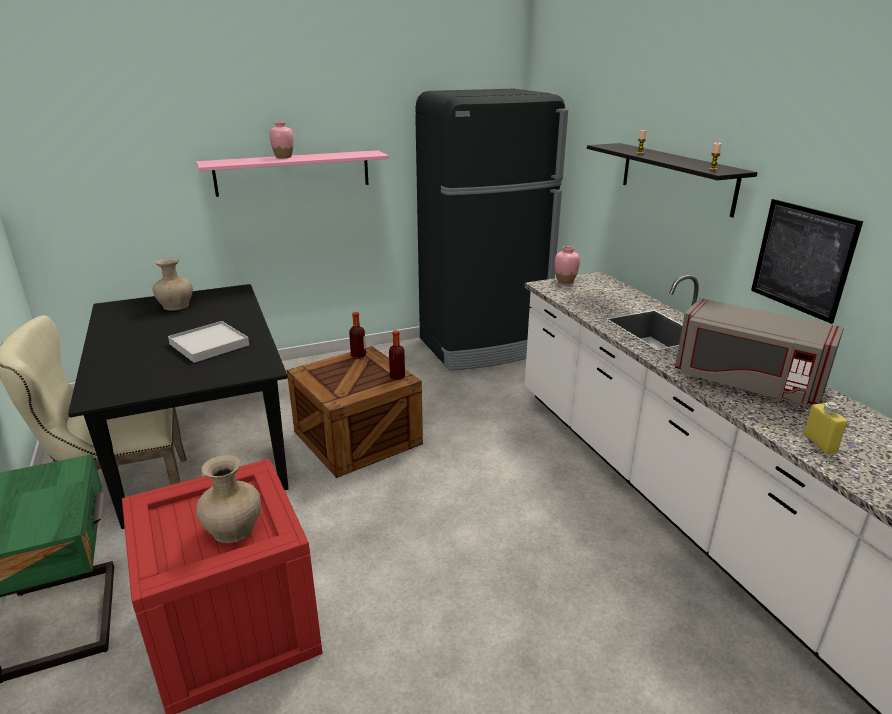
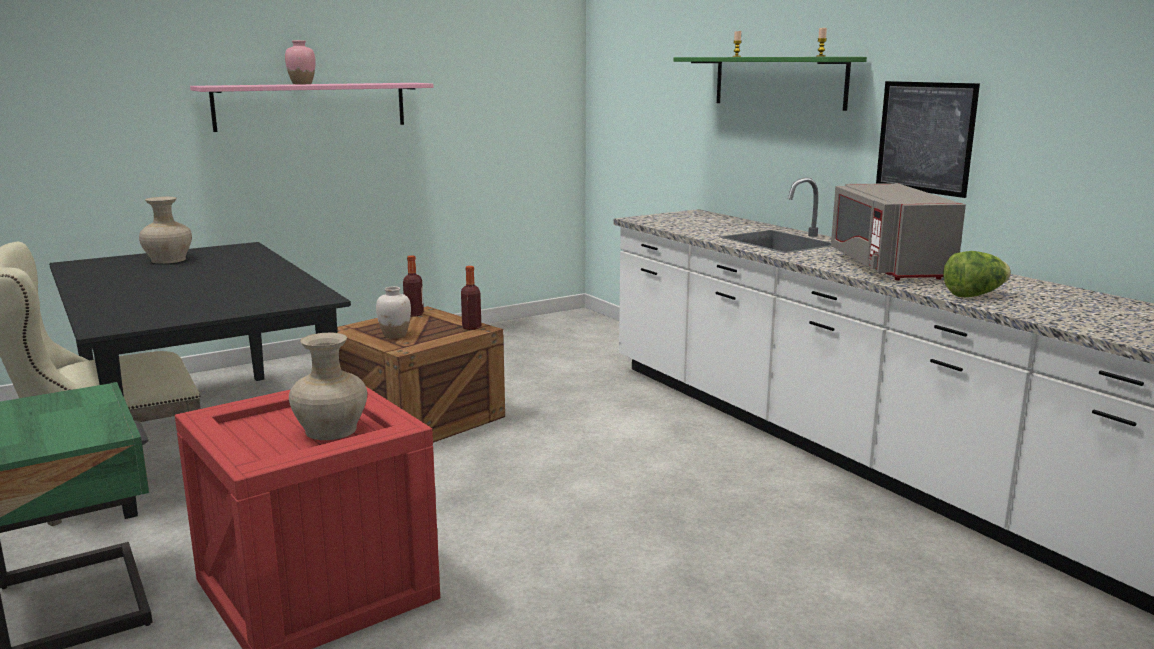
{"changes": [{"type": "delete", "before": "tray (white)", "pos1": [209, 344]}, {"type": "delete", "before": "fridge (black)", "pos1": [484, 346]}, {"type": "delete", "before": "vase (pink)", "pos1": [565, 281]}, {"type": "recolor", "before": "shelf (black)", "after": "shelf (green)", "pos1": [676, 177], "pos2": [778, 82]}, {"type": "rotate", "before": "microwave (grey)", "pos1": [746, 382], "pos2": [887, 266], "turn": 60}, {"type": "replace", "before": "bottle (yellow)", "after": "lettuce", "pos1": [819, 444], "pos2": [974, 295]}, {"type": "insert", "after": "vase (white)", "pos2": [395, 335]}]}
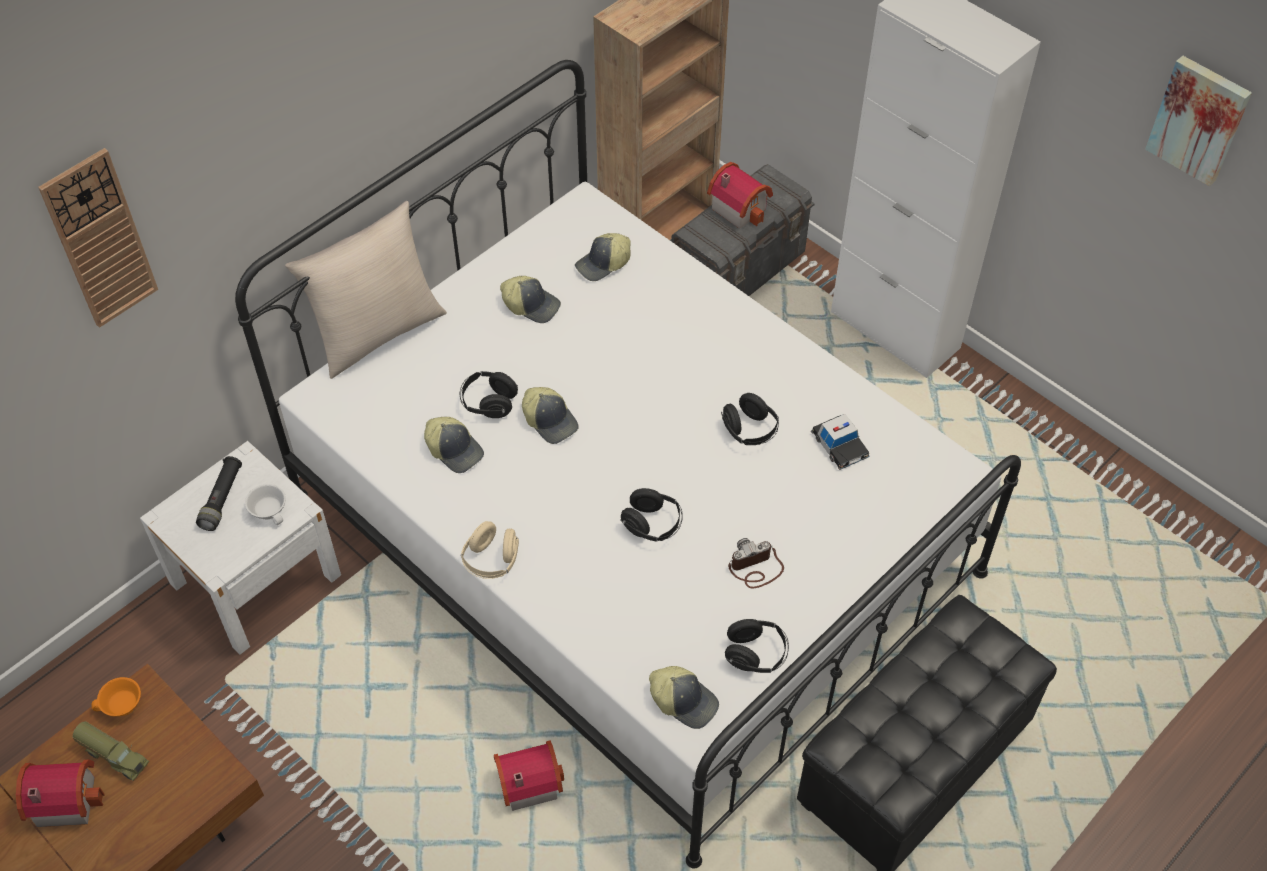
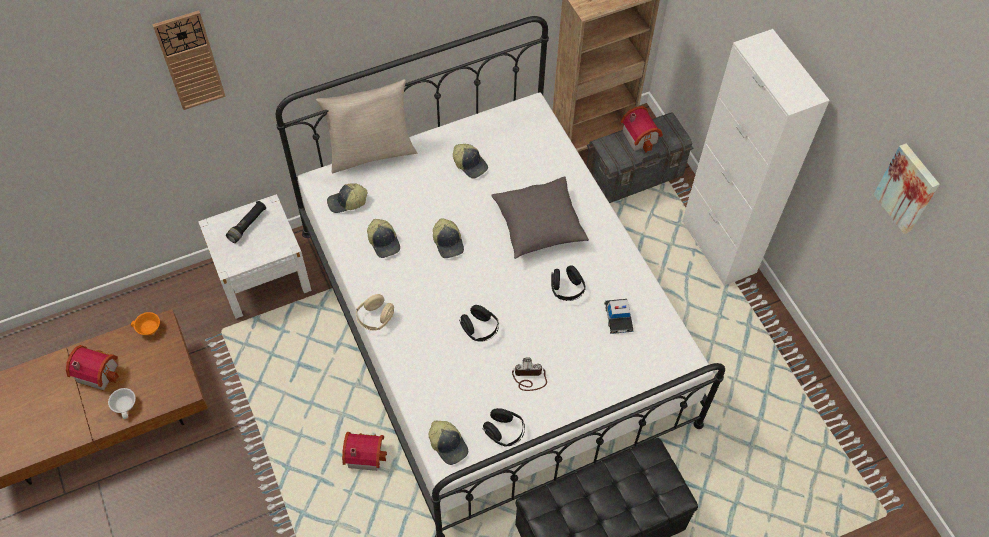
{"changes": [{"type": "delete", "before": "toy truck", "pos1": [114, 755]}, {"type": "move", "before": "cup (white)", "pos1": [270, 510], "pos2": [126, 405]}, {"type": "delete", "before": "headphones (black)", "pos1": [489, 403]}, {"type": "move", "before": "cap", "pos1": [603, 264], "pos2": [347, 202]}, {"type": "insert", "after": "pillow (grey)", "pos2": [538, 226]}]}
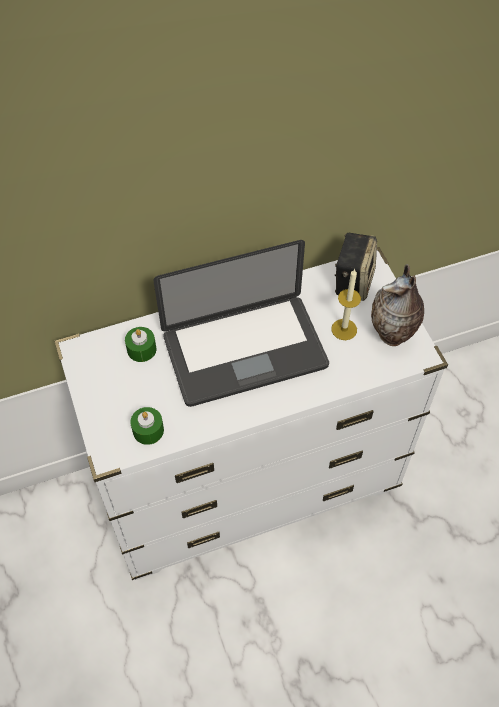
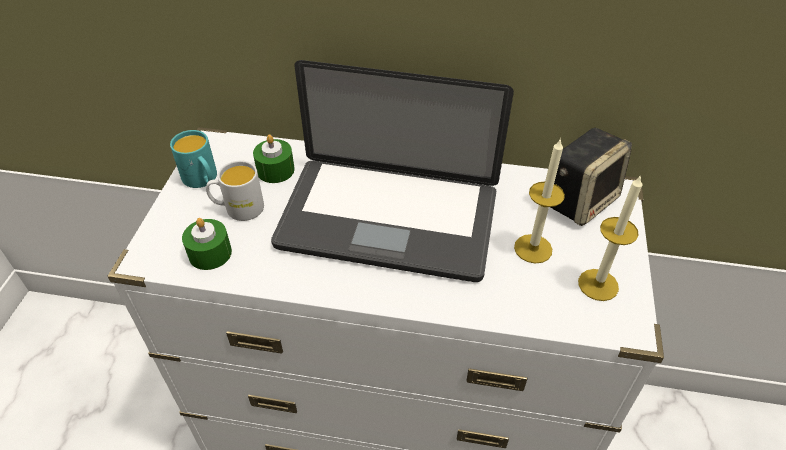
{"changes": [{"type": "replace", "before": "vase", "after": "candle", "pos1": [393, 336], "pos2": [598, 285]}, {"type": "insert", "after": "mug (turquoise)", "pos2": [203, 180]}, {"type": "insert", "after": "mug (white)", "pos2": [238, 208]}]}
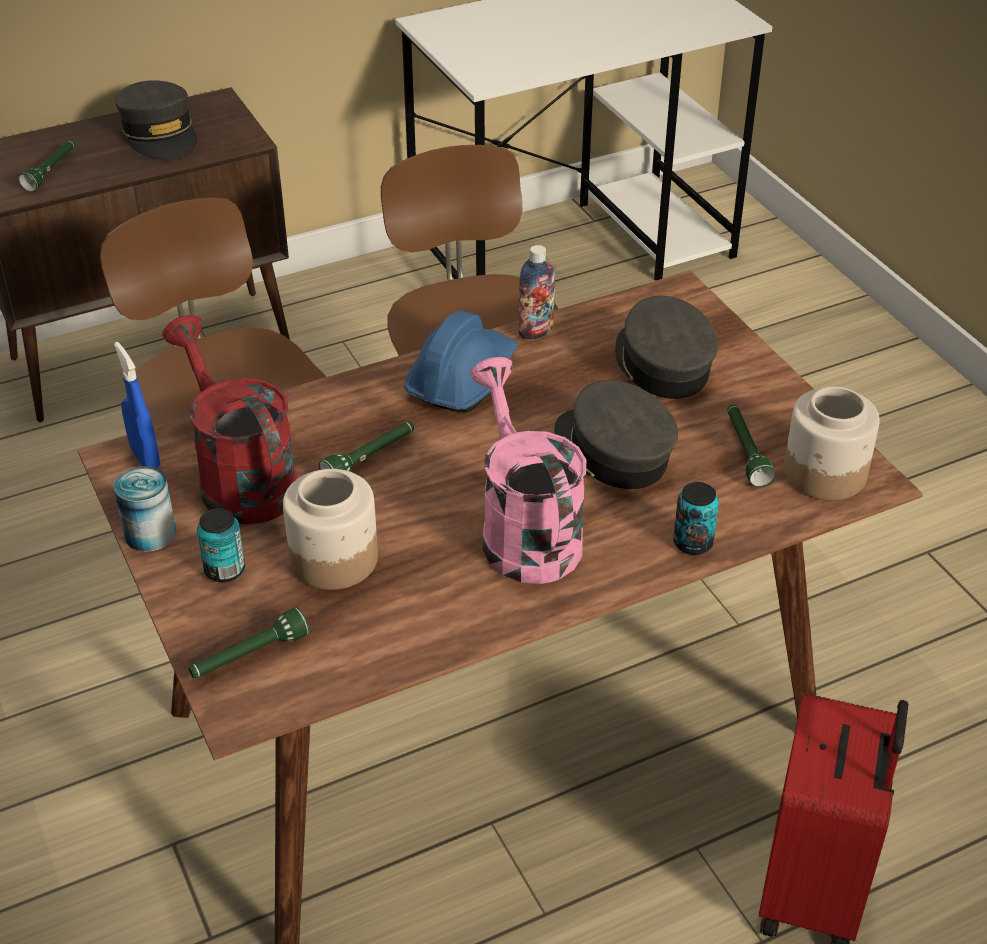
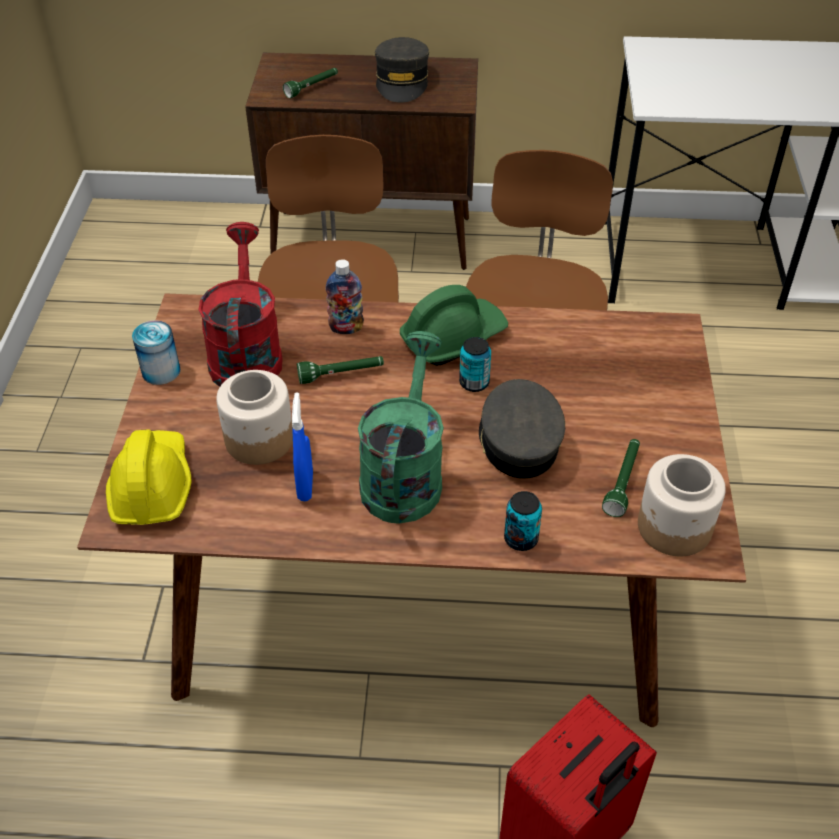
{"changes": [{"type": "move", "before": "spray bottle (blue)", "pos1": [145, 458], "pos2": [305, 486]}, {"type": "replace", "before": "flashlight (green)", "after": "hard hat (yellow)", "pos1": [249, 656], "pos2": [152, 486]}, {"type": "move", "before": "can", "pos1": [225, 570], "pos2": [474, 383]}, {"type": "recolor", "before": "hard hat (blue)", "after": "hard hat (green)", "pos1": [462, 378], "pos2": [453, 338]}, {"type": "recolor", "before": "watering can (pink)", "after": "watering can (green)", "pos1": [524, 531], "pos2": [404, 474]}, {"type": "move", "before": "bottle", "pos1": [536, 331], "pos2": [346, 328]}, {"type": "delete", "before": "cap (grey)", "pos1": [661, 365]}]}
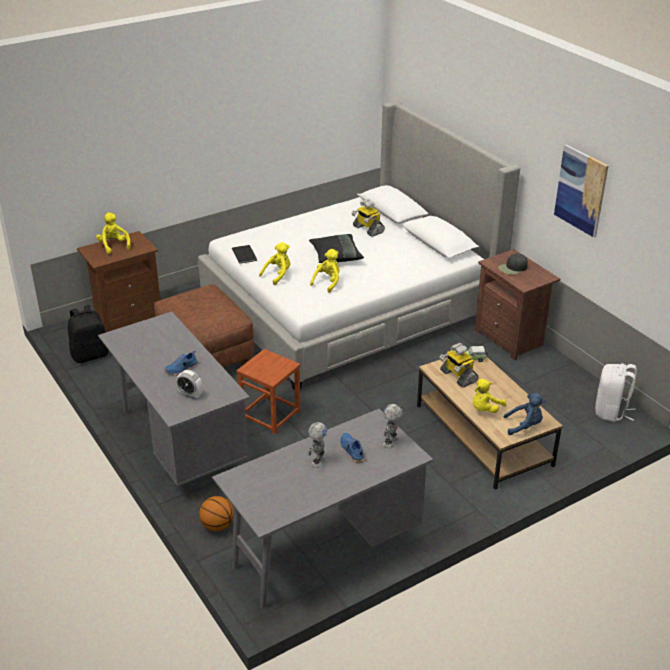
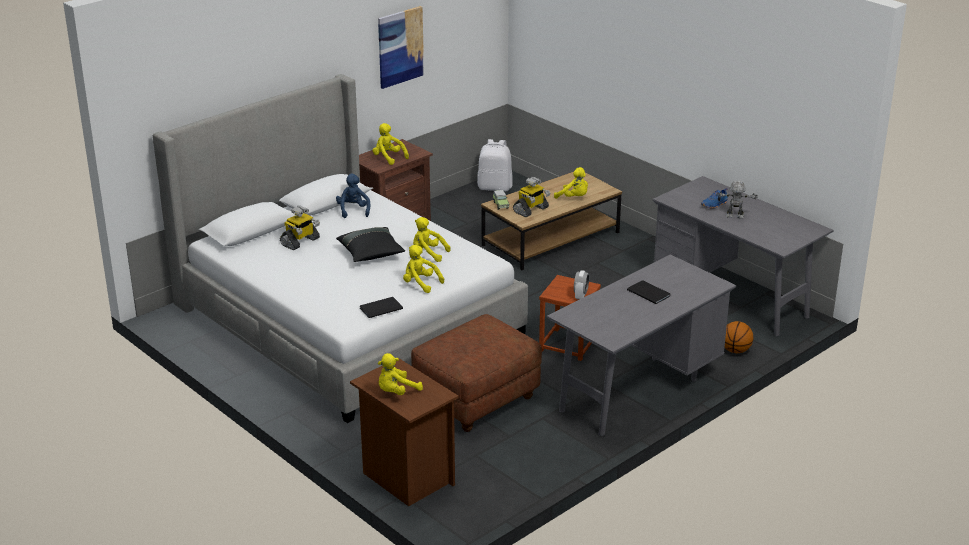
{"changes": [{"type": "delete", "before": "backpack (black)", "pos1": [90, 355]}, {"type": "replace", "before": "shoe (blue)", "after": "book (black)", "pos1": [181, 369], "pos2": [648, 292]}, {"type": "move", "before": "alarm clock", "pos1": [190, 395], "pos2": [580, 296]}, {"type": "delete", "before": "toy robot", "pos1": [391, 442]}, {"type": "replace", "before": "cap (black)", "after": "plush toy (yellow)", "pos1": [513, 268], "pos2": [388, 158]}, {"type": "move", "before": "plush toy (blue)", "pos1": [524, 426], "pos2": [353, 210]}]}
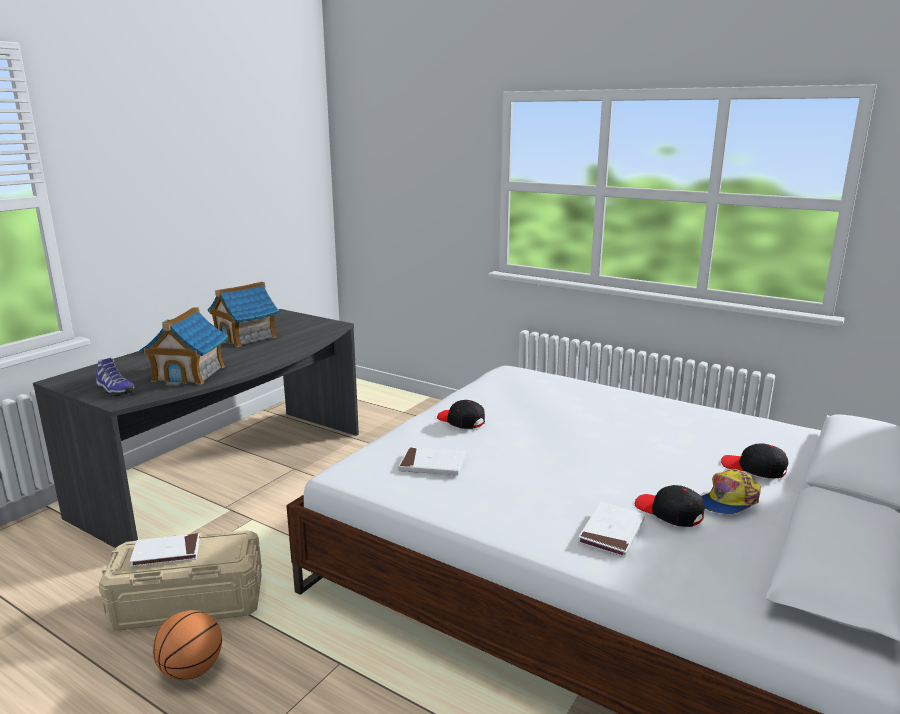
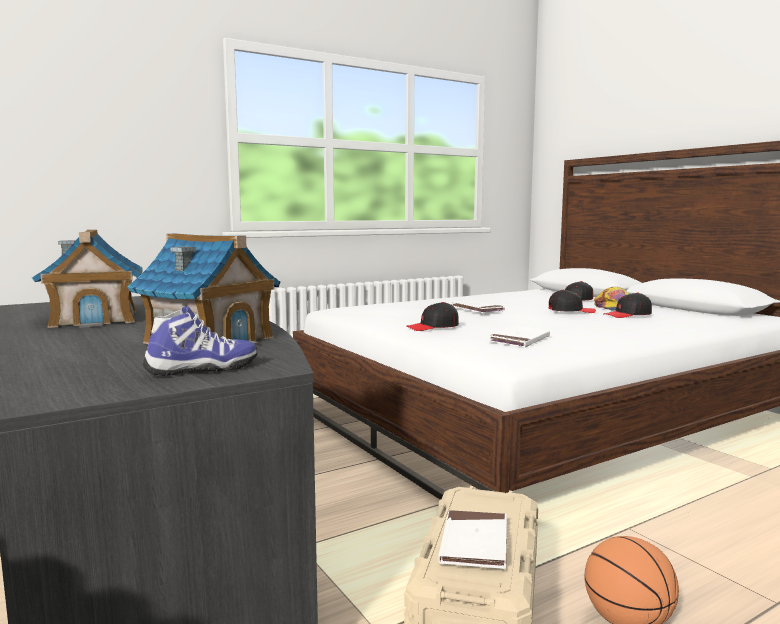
{"changes": [{"type": "move", "before": "book (white)", "pos1": [611, 532], "pos2": [477, 309]}, {"type": "insert", "after": "cap (black)", "pos2": [571, 311]}]}
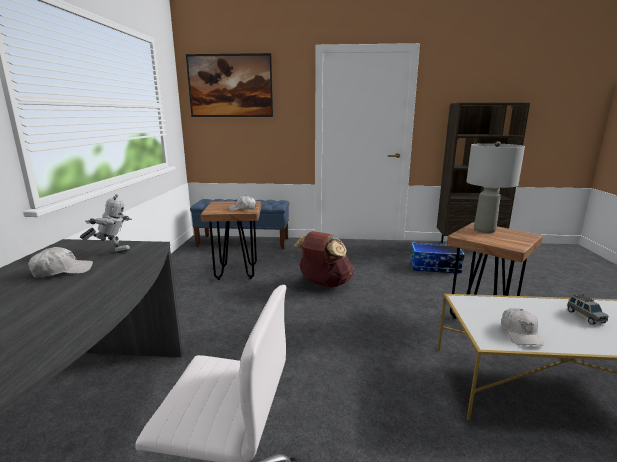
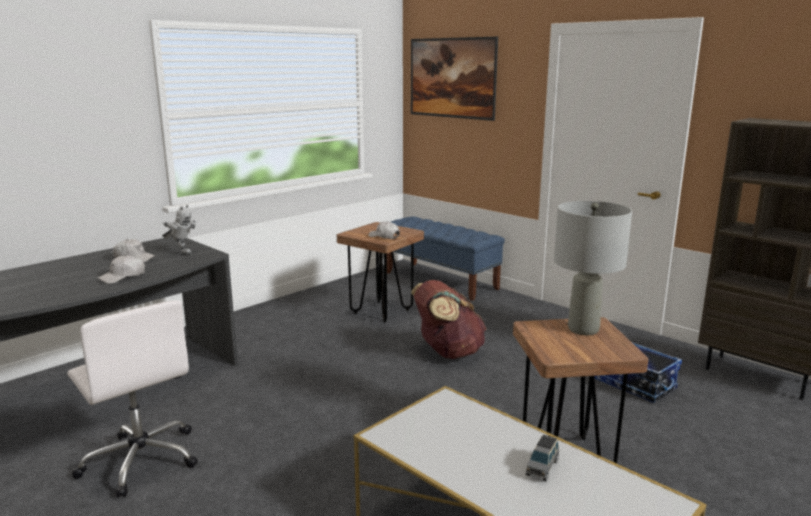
{"changes": [{"type": "move", "before": "cap (white)", "pos1": [520, 333], "pos2": [122, 276]}]}
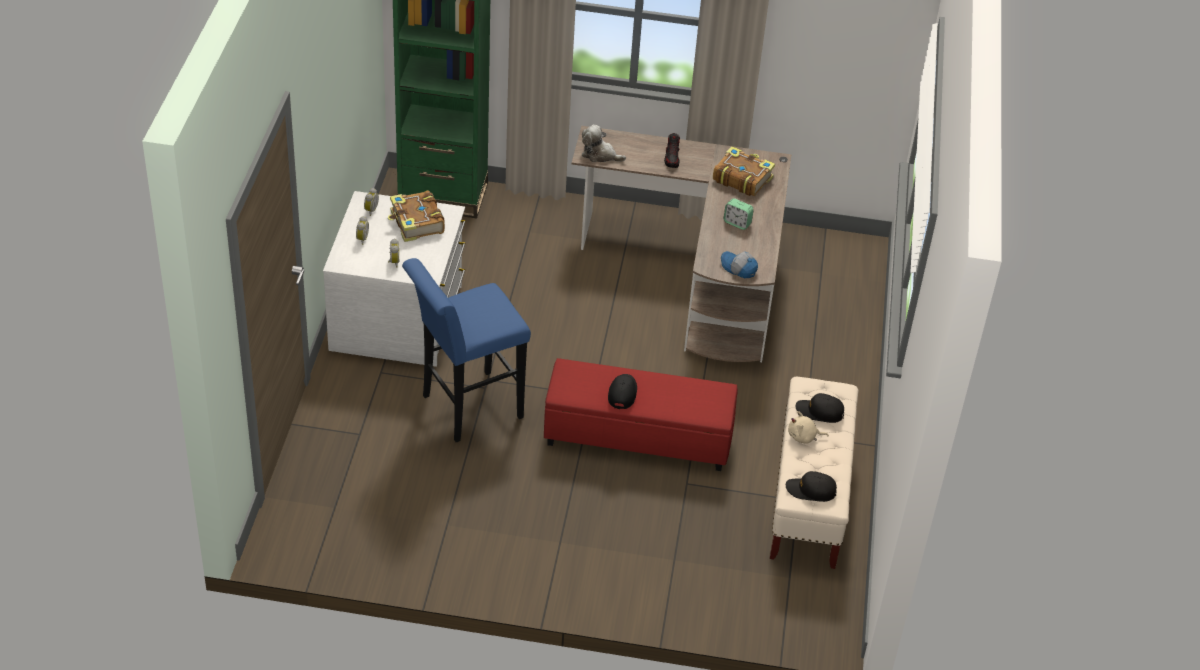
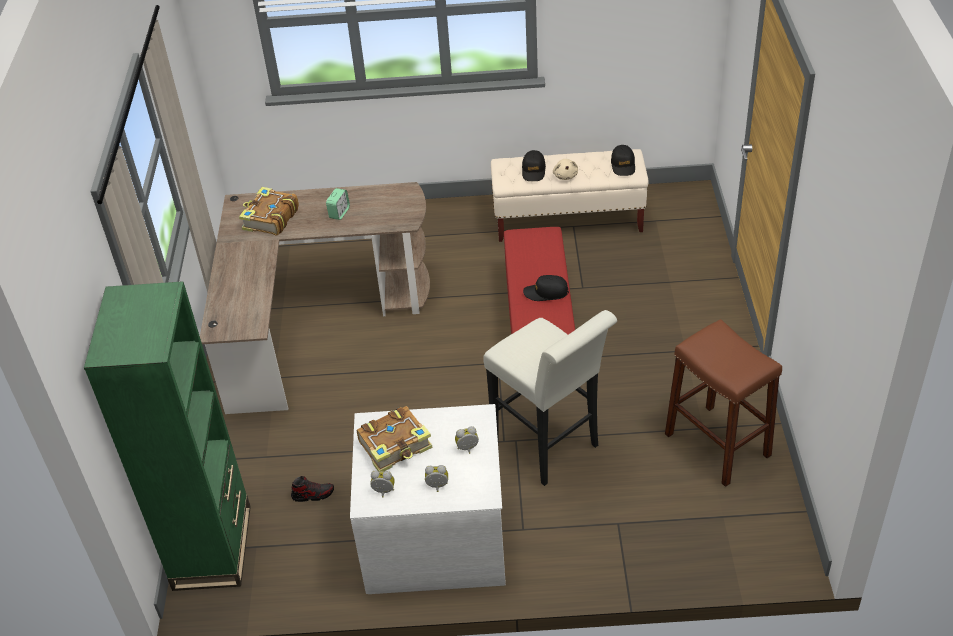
{"changes": [{"type": "recolor", "before": "stool (blue)", "after": "stool (white)", "pos1": [465, 409], "pos2": [550, 448]}, {"type": "delete", "before": "plush toy", "pos1": [600, 155]}, {"type": "move", "before": "shoe", "pos1": [672, 158], "pos2": [313, 494]}, {"type": "delete", "before": "cap", "pos1": [738, 268]}, {"type": "insert", "after": "stool (brown)", "pos2": [717, 444]}]}
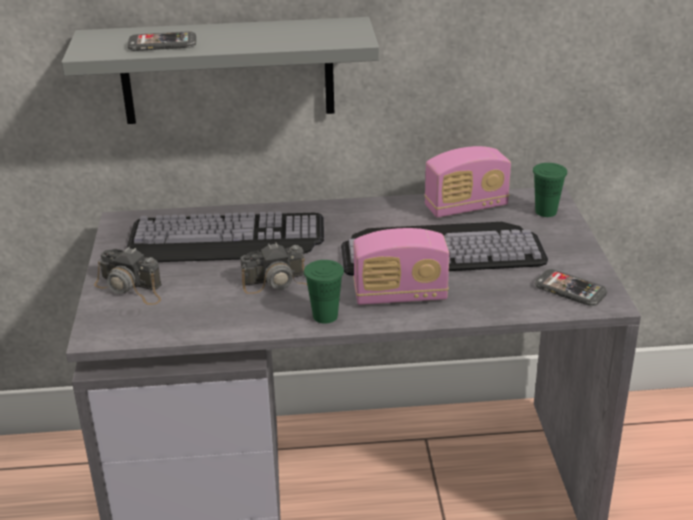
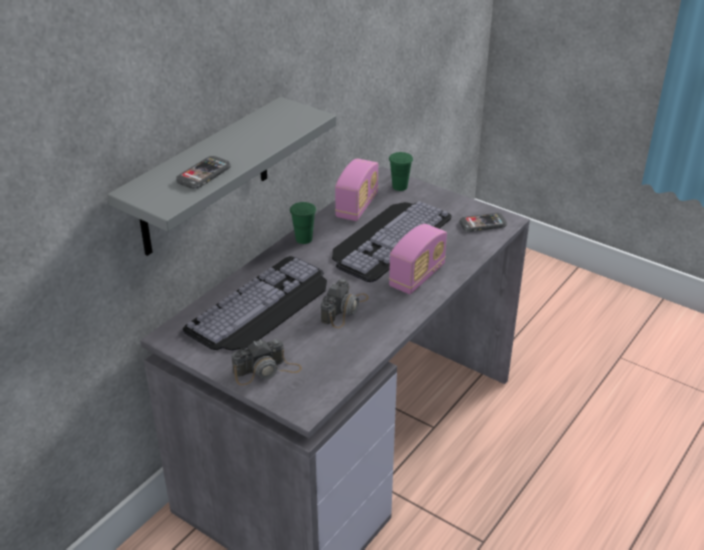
{"changes": [{"type": "move", "before": "cup (green)", "pos1": [325, 316], "pos2": [304, 239]}]}
